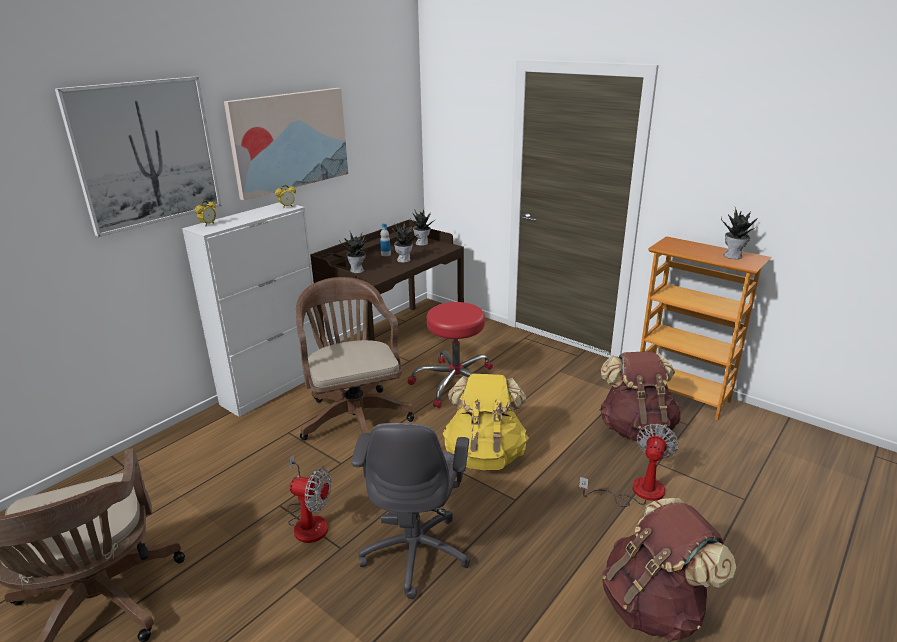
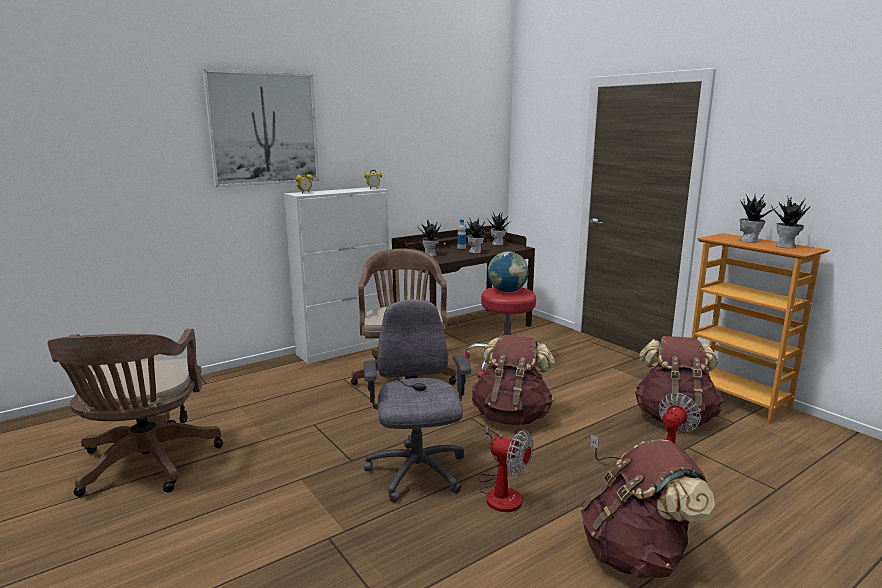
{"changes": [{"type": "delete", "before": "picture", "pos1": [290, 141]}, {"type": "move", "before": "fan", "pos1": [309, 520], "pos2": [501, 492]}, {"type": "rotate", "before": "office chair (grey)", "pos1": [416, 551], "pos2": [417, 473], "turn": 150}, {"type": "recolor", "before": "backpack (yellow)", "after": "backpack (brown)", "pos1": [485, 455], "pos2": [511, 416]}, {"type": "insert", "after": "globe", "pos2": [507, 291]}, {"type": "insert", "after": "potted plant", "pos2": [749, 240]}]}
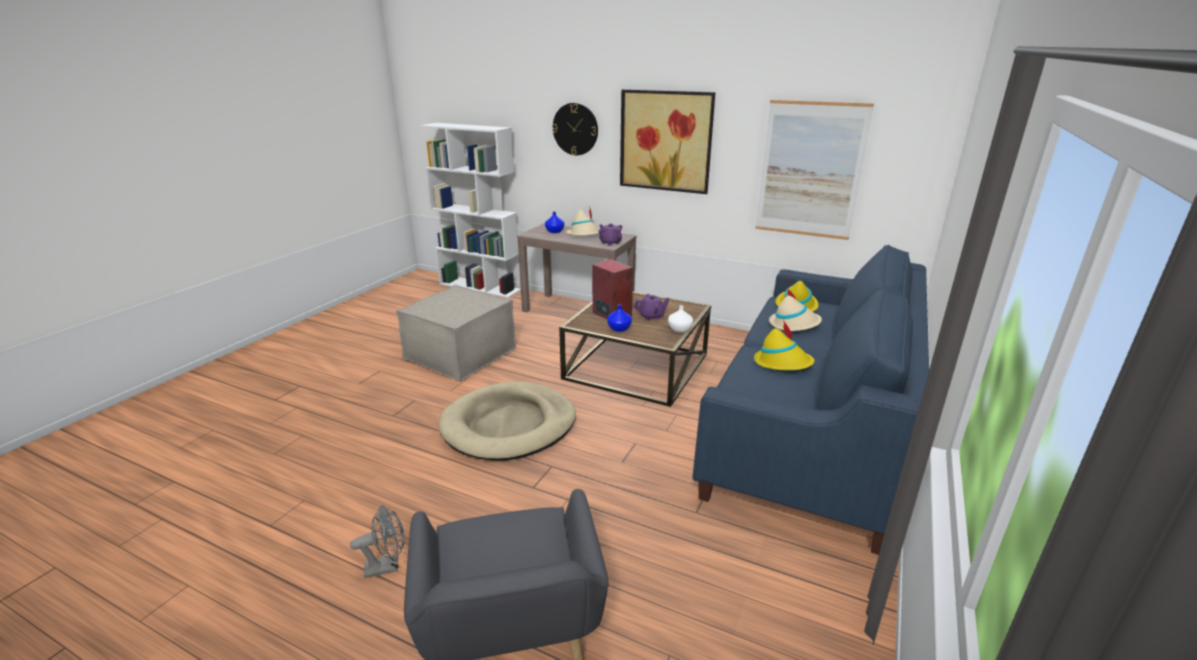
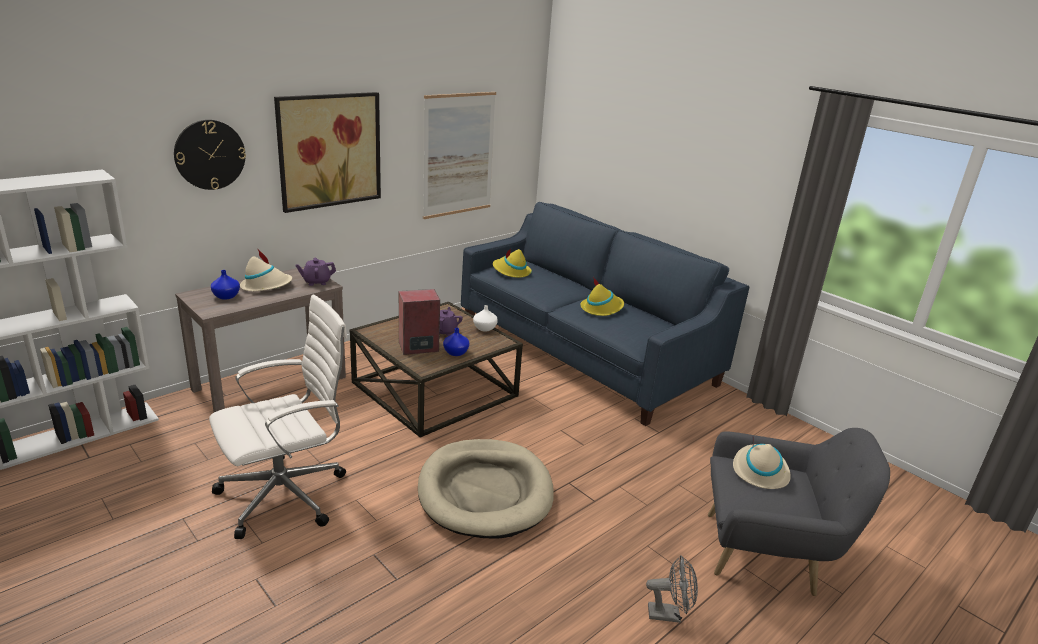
{"changes": [{"type": "rotate", "before": "fan (grey)", "pos1": [387, 566], "pos2": [669, 614], "turn": 90}, {"type": "replace", "before": "ottoman (beige)", "after": "office chair (white)", "pos1": [460, 354], "pos2": [287, 494]}, {"type": "move", "before": "hat (beige)", "pos1": [794, 324], "pos2": [760, 471]}]}
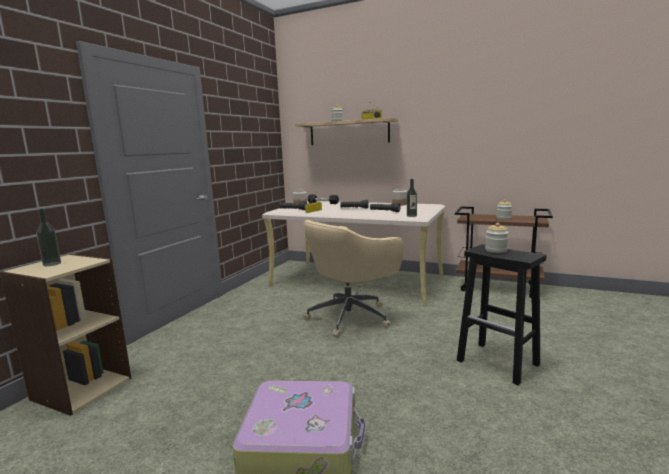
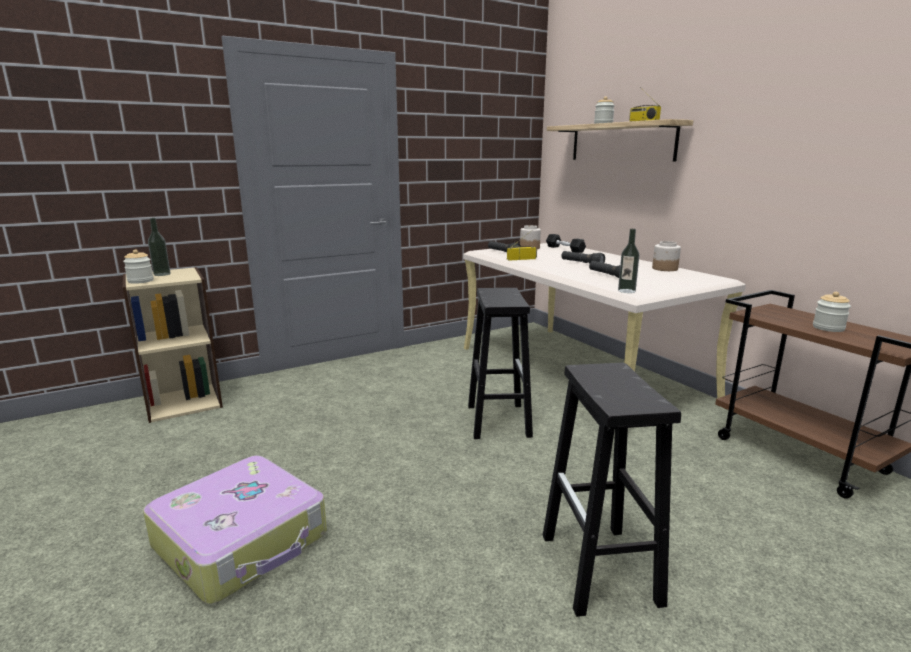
{"changes": [{"type": "replace", "before": "office chair (beige)", "after": "stool (black)", "pos1": [351, 317], "pos2": [498, 420]}, {"type": "move", "before": "jar", "pos1": [496, 250], "pos2": [140, 281]}]}
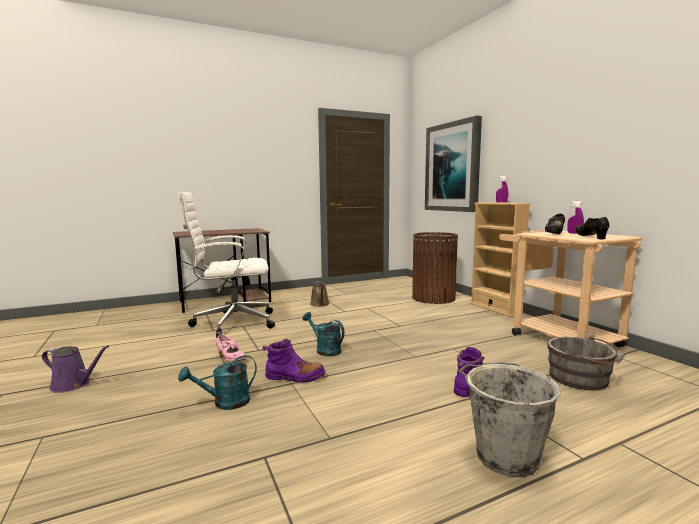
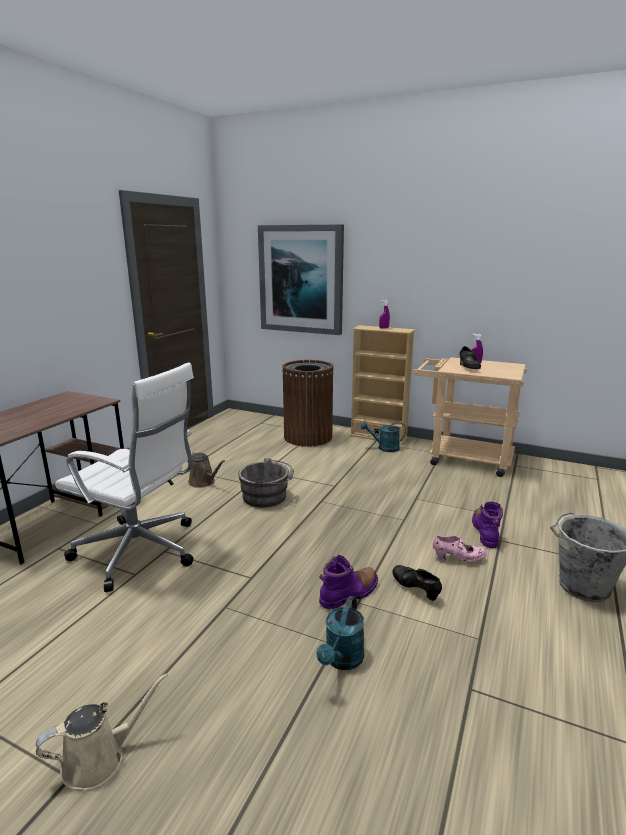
{"changes": [{"type": "recolor", "before": "watering can (purple)", "after": "watering can (beige)", "pos1": [74, 384], "pos2": [100, 759]}, {"type": "rotate", "before": "office chair (white)", "pos1": [232, 323], "pos2": [140, 552], "turn": -105}, {"type": "move", "before": "shoe (pink)", "pos1": [230, 359], "pos2": [458, 559]}, {"type": "move", "before": "watering can (turquoise)", "pos1": [325, 350], "pos2": [384, 448]}, {"type": "move", "before": "bucket (grey)", "pos1": [582, 379], "pos2": [267, 497]}, {"type": "move", "before": "shoe (black)", "pos1": [591, 237], "pos2": [415, 589]}]}
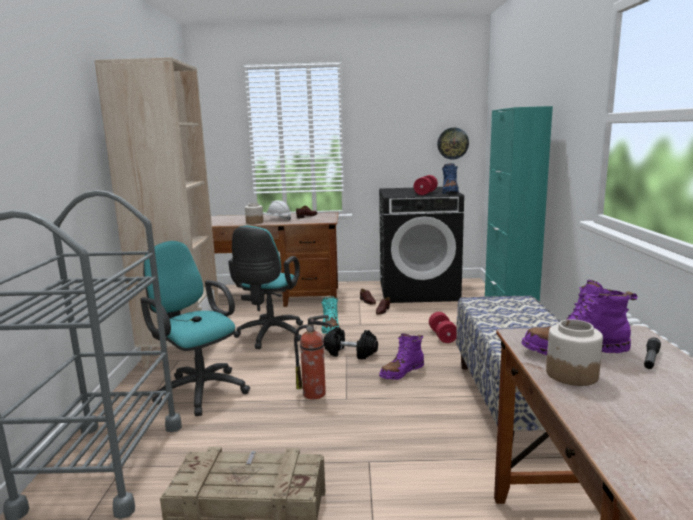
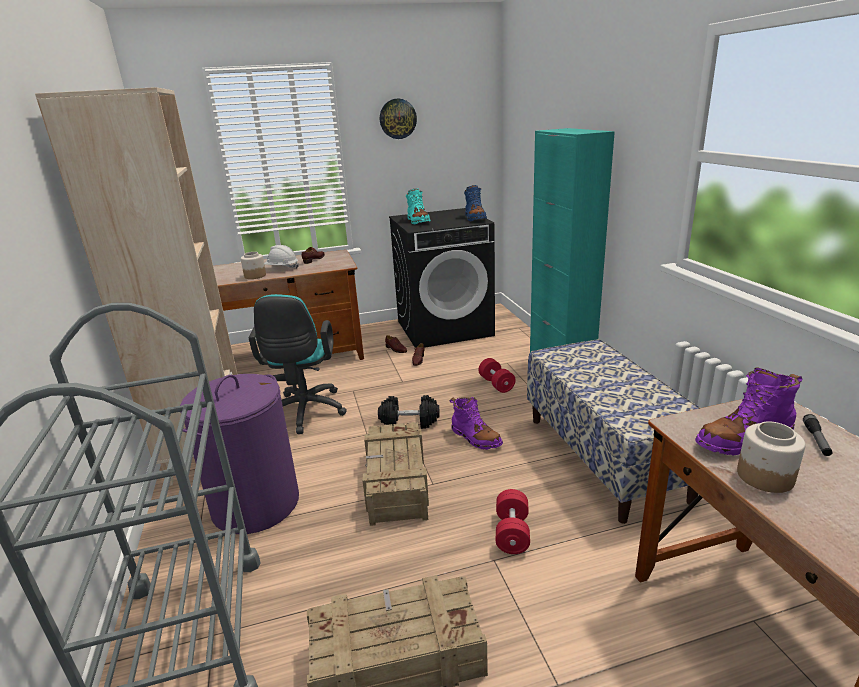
{"changes": [{"type": "replace", "before": "office chair (turquoise)", "after": "laundry basket (purple)", "pos1": [199, 389], "pos2": [256, 504]}, {"type": "replace", "before": "fire extinguisher", "after": "crate", "pos1": [315, 393], "pos2": [396, 483]}, {"type": "move", "before": "boot (turquoise)", "pos1": [330, 328], "pos2": [418, 221]}, {"type": "rotate", "before": "boot (purple)", "pos1": [401, 372], "pos2": [475, 438], "turn": -75}, {"type": "move", "before": "dumbbell (red)", "pos1": [425, 193], "pos2": [512, 533]}, {"type": "move", "before": "wall clock", "pos1": [452, 143], "pos2": [397, 119]}]}
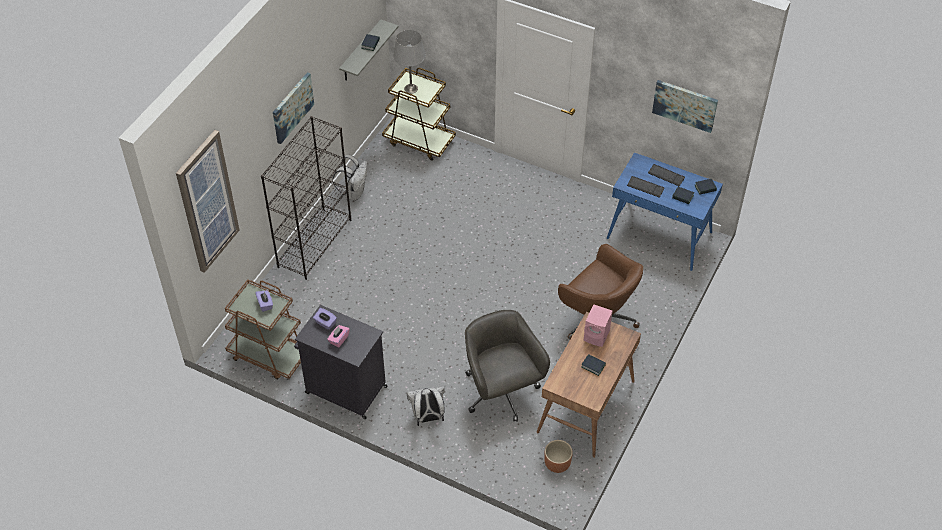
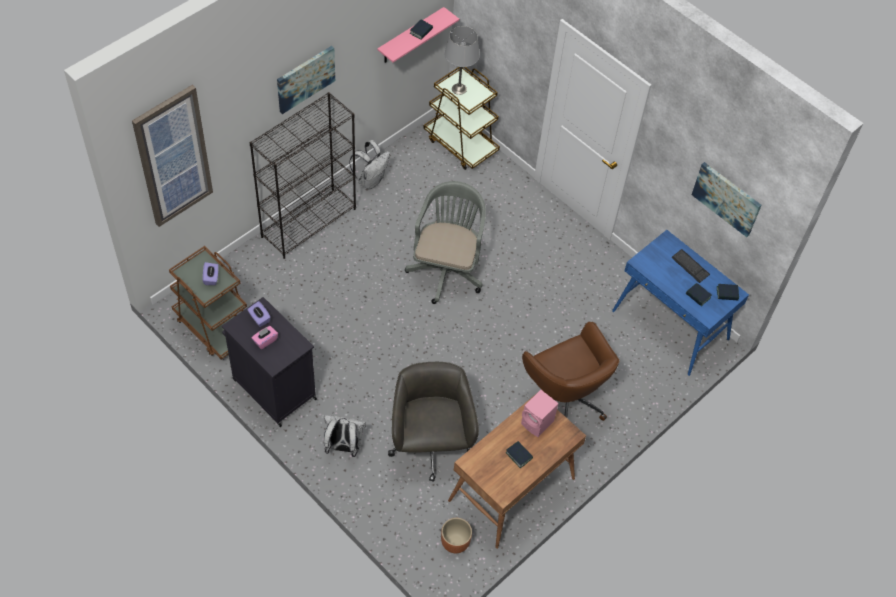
{"changes": [{"type": "recolor", "before": "shelf (grey)", "after": "shelf (pink)", "pos1": [360, 52], "pos2": [410, 36]}, {"type": "delete", "before": "keyboard", "pos1": [645, 187]}, {"type": "insert", "after": "office chair (grey)", "pos2": [447, 269]}]}
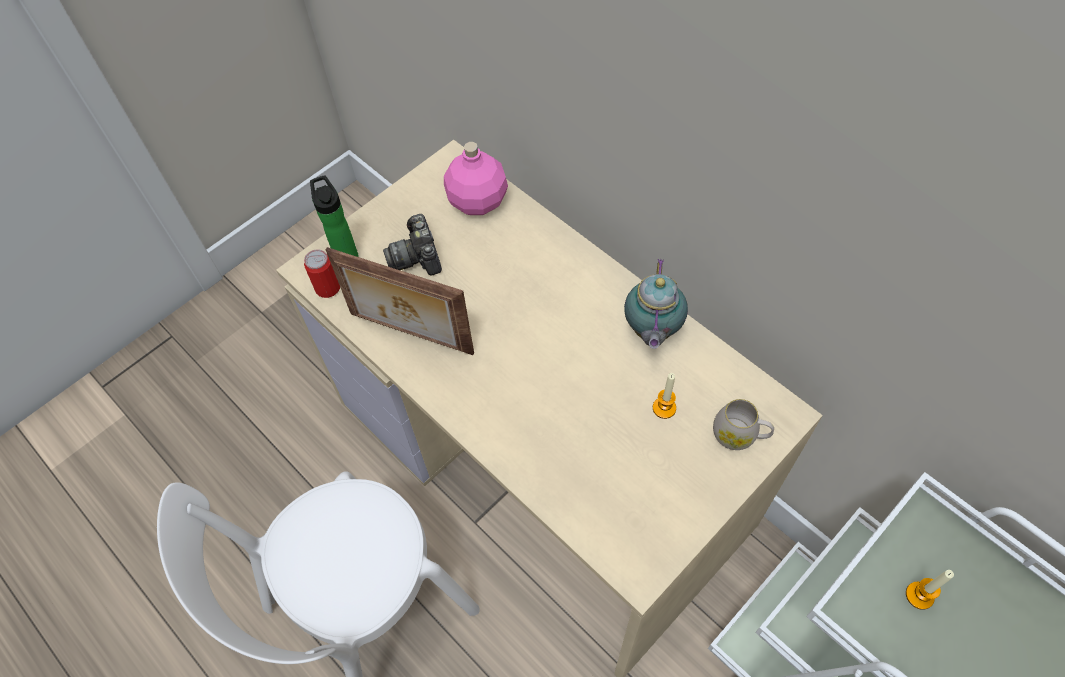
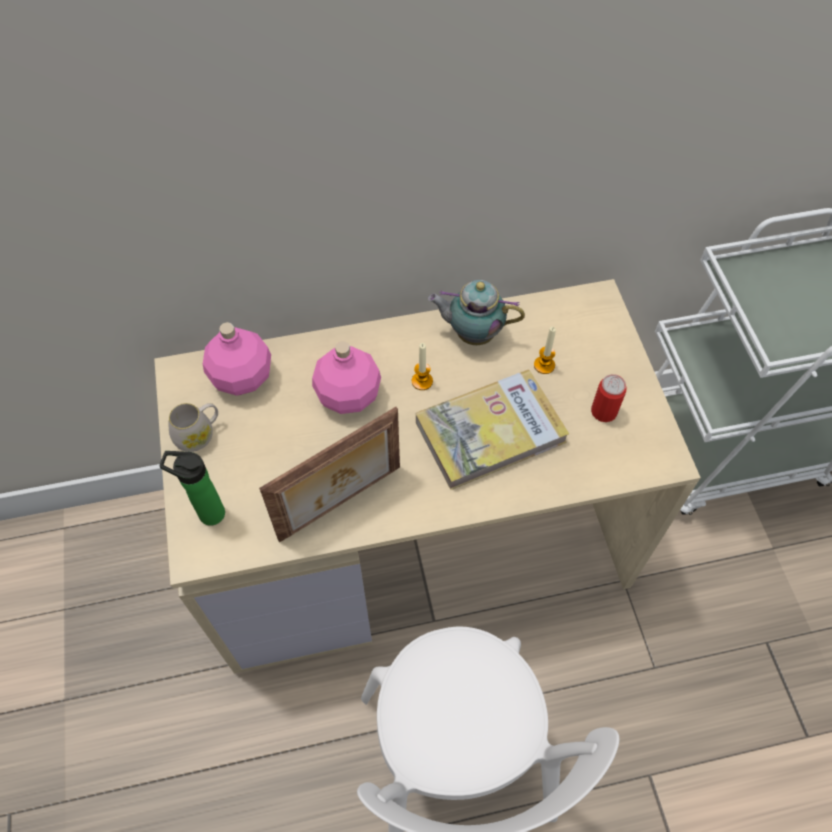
{"changes": [{"type": "move", "before": "can", "pos1": [327, 288], "pos2": [604, 411]}, {"type": "delete", "before": "photo camera", "pos1": [417, 256]}, {"type": "rotate", "before": "teapot", "pos1": [651, 331], "pos2": [472, 334], "turn": 150}, {"type": "move", "before": "mug (white)", "pos1": [739, 435], "pos2": [199, 434]}, {"type": "move", "before": "candle", "pos1": [919, 595], "pos2": [422, 381]}, {"type": "insert", "after": "bottle (pink)", "pos2": [348, 394]}, {"type": "insert", "after": "book", "pos2": [490, 432]}]}
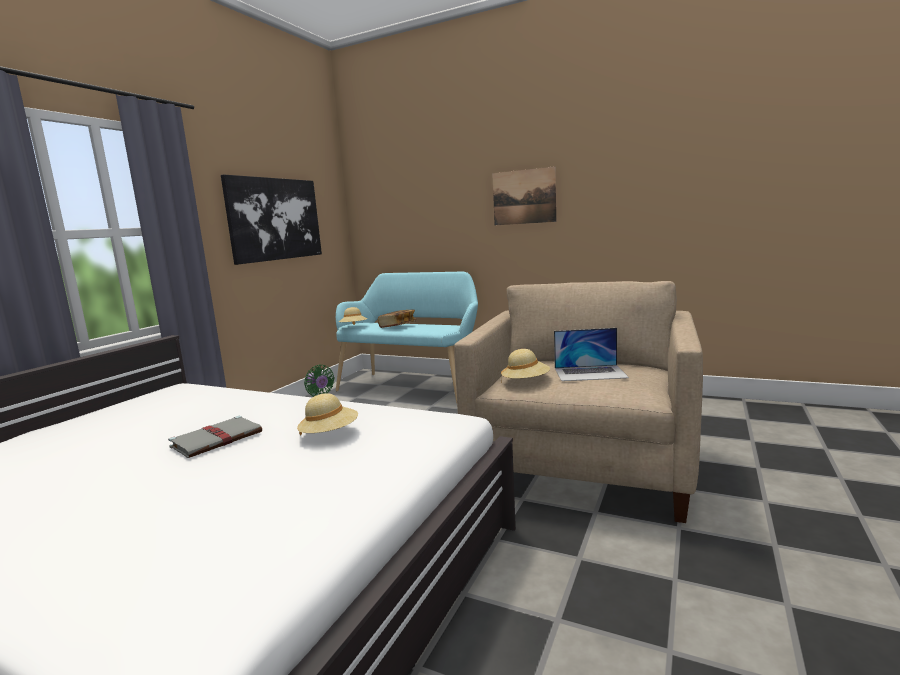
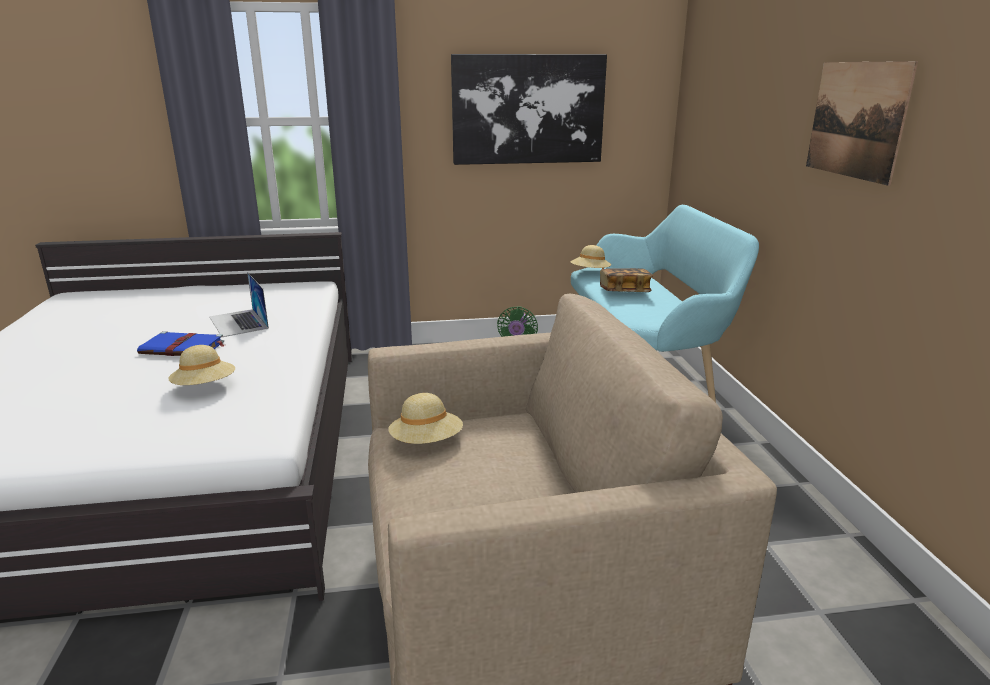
{"changes": [{"type": "recolor", "before": "book (grey)", "after": "book (blue)", "pos1": [218, 439], "pos2": [183, 348]}, {"type": "move", "before": "laptop", "pos1": [590, 373], "pos2": [238, 322]}]}
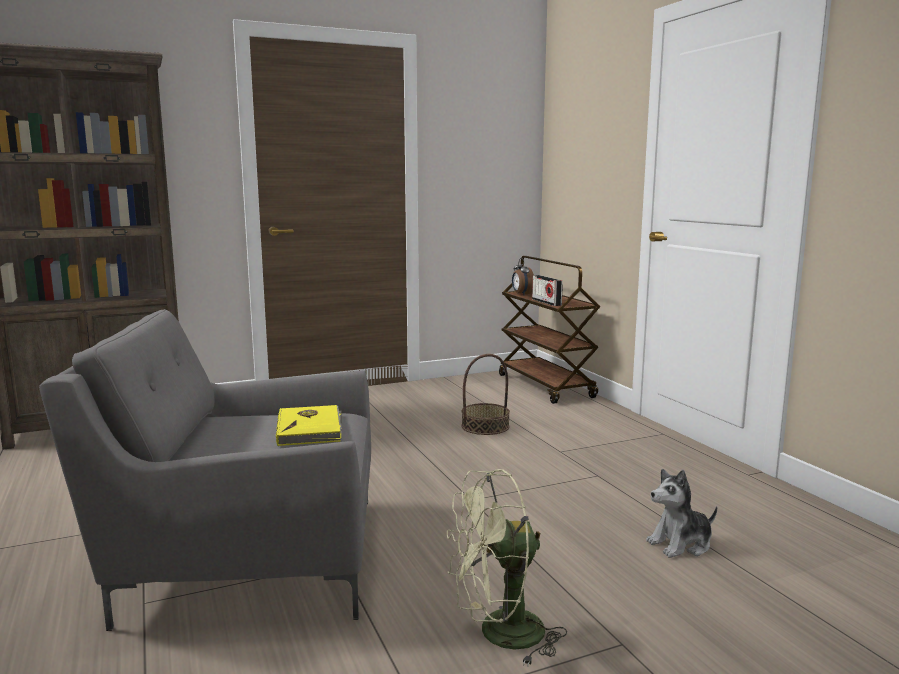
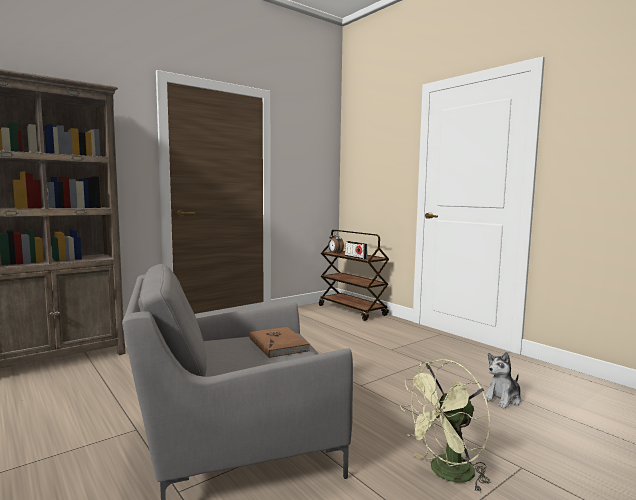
{"changes": [{"type": "recolor", "before": "book (yellow)", "after": "book (brown)", "pos1": [310, 429], "pos2": [279, 344]}, {"type": "delete", "before": "basket", "pos1": [485, 426]}]}
